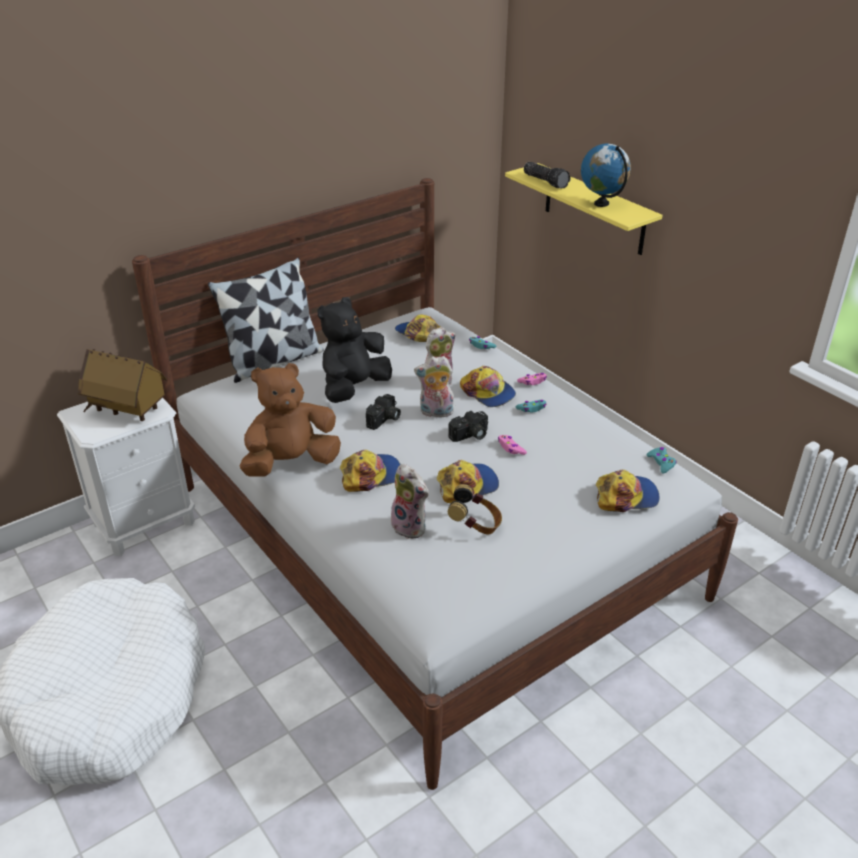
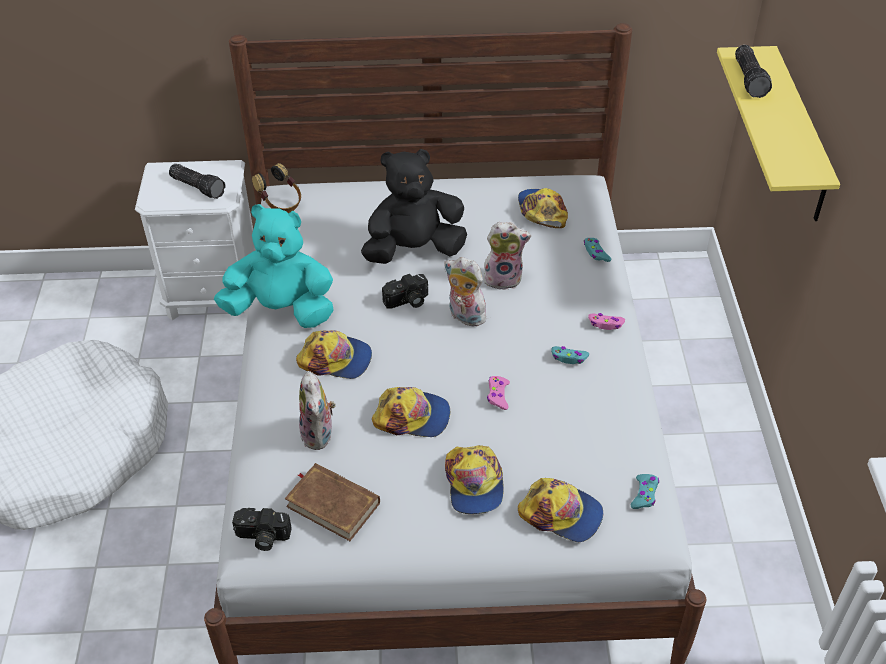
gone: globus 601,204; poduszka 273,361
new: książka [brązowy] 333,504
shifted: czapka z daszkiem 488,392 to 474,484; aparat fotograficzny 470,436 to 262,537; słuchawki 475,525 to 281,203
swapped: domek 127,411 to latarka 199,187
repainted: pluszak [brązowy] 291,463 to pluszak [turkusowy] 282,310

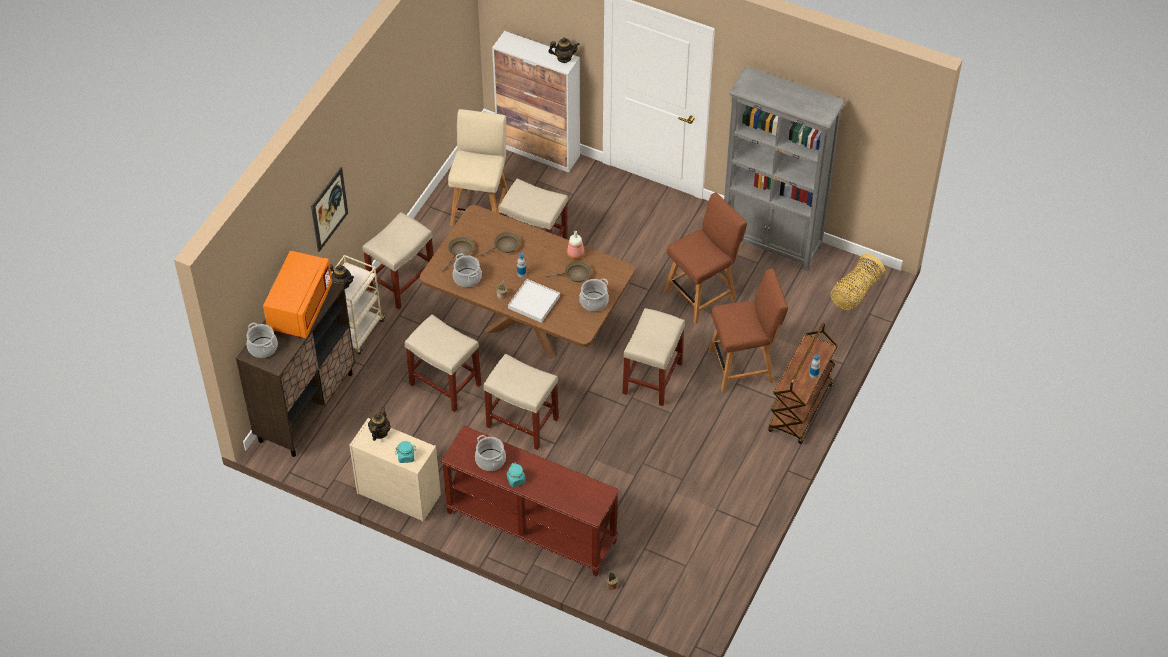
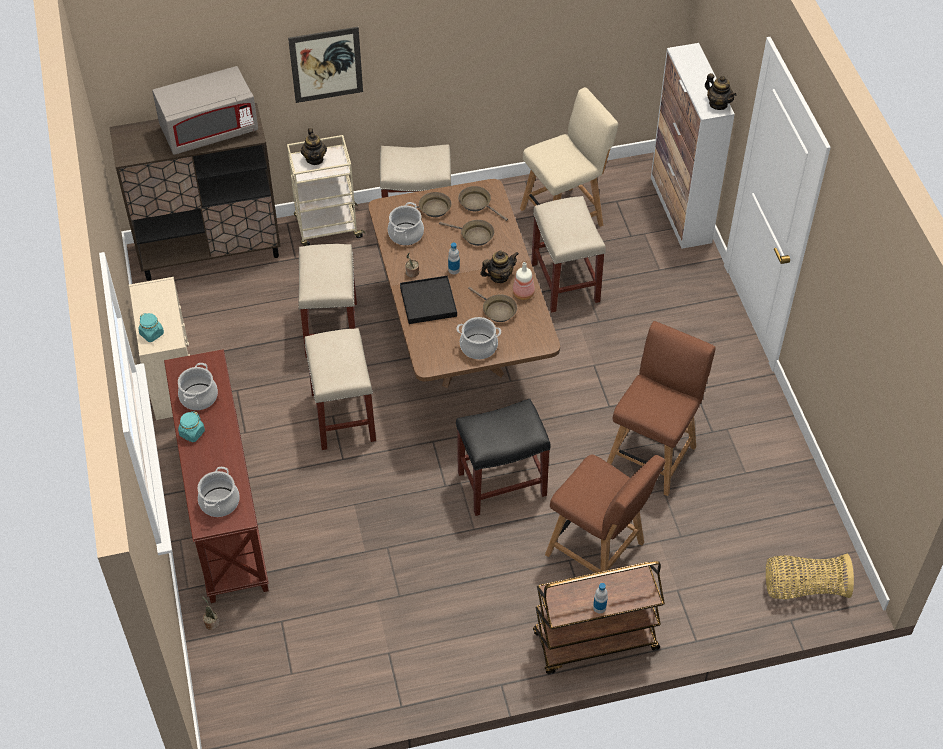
gone: regał [szary] 772,242
new: patelnia [brązowy] 477,204
shifted: garnek 262,347 to 219,502; imbryk 379,433 to 499,276
repainted: mikrofalówka [pomarańczowy] 300,308 to mikrofalówka [szary] 209,131; taca [biały] 534,302 to taca [czarny] 428,302; stołek [beżowy] 652,379 to stołek [czarny] 500,484
rotated: krzesło [brązowy] 702,294 = 653,453 75 degrees counterclockwise

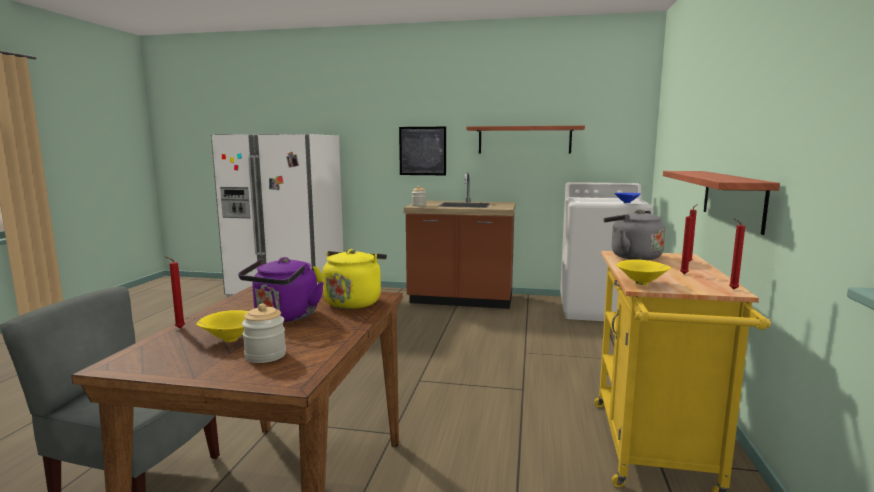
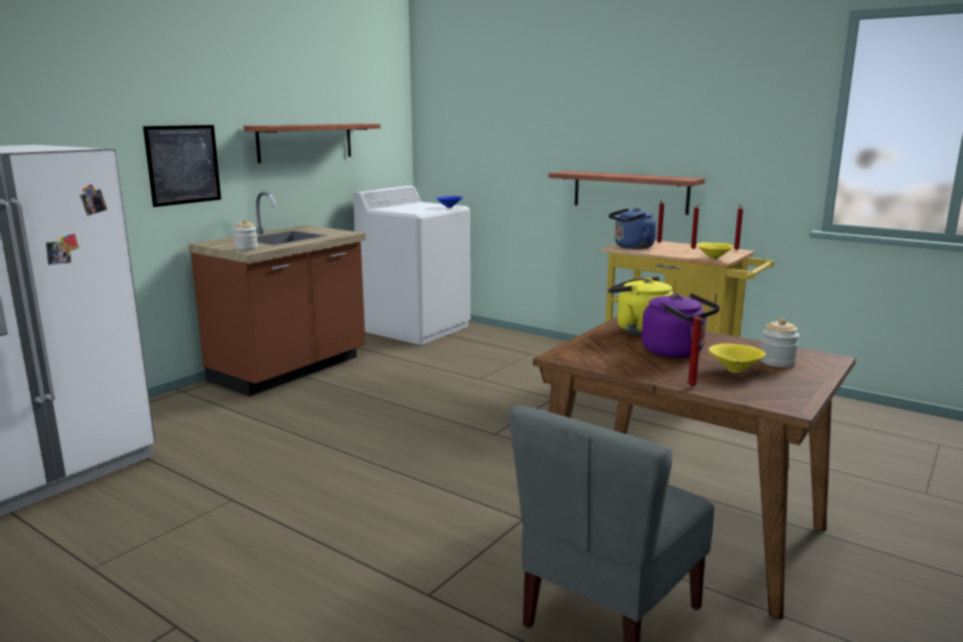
repainted: czajnik [szary] 632,256 to czajnik [niebieski] 631,247

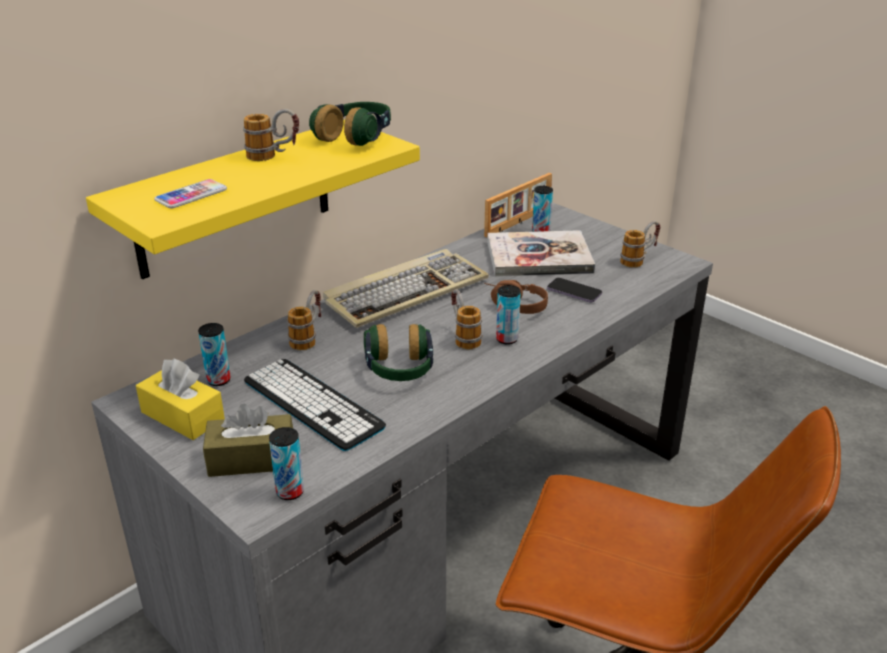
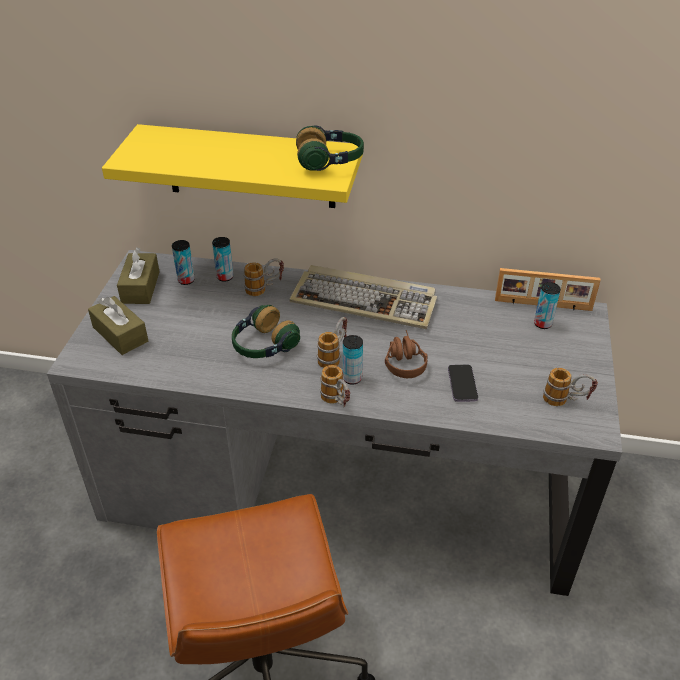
gone: telefon 191,195; książka 539,257; klawiatura 312,404
shifted: kubek 274,156 to 337,402; puszka 290,492 to 225,277
repainted: pudełko chusteczek [żółty] 182,416 to pudełko chusteczek [brązowy] 140,287

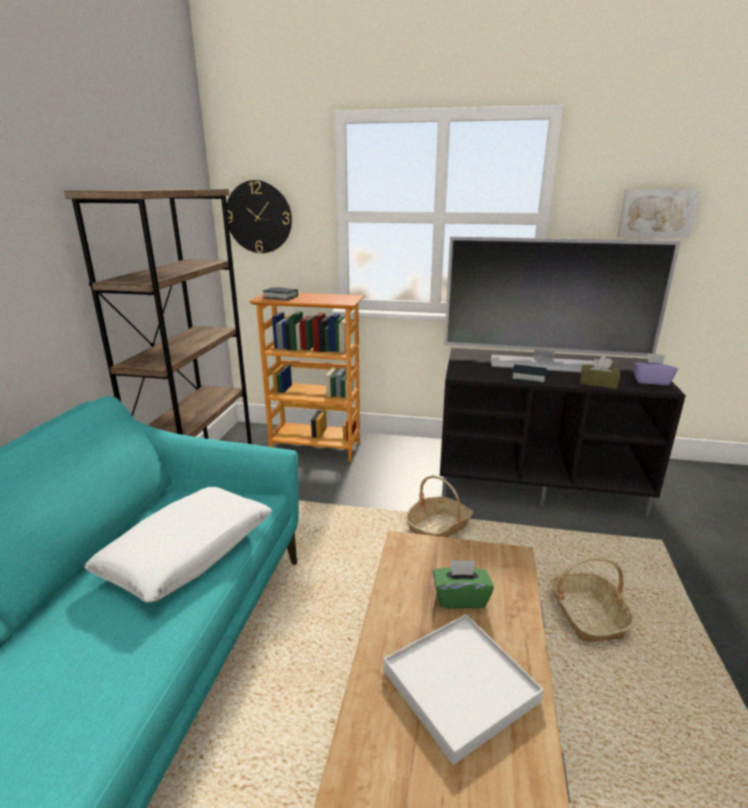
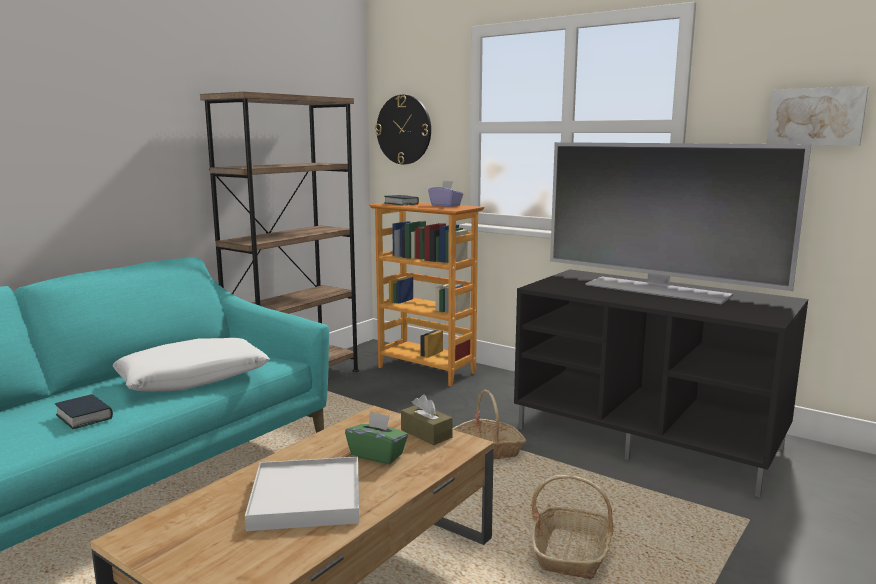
shifted: pudełko chusteczek [fioletowy] 651,381 to 445,205; pudełko chusteczek [brązowy] 598,383 to 426,433; książka 528,377 to 84,417

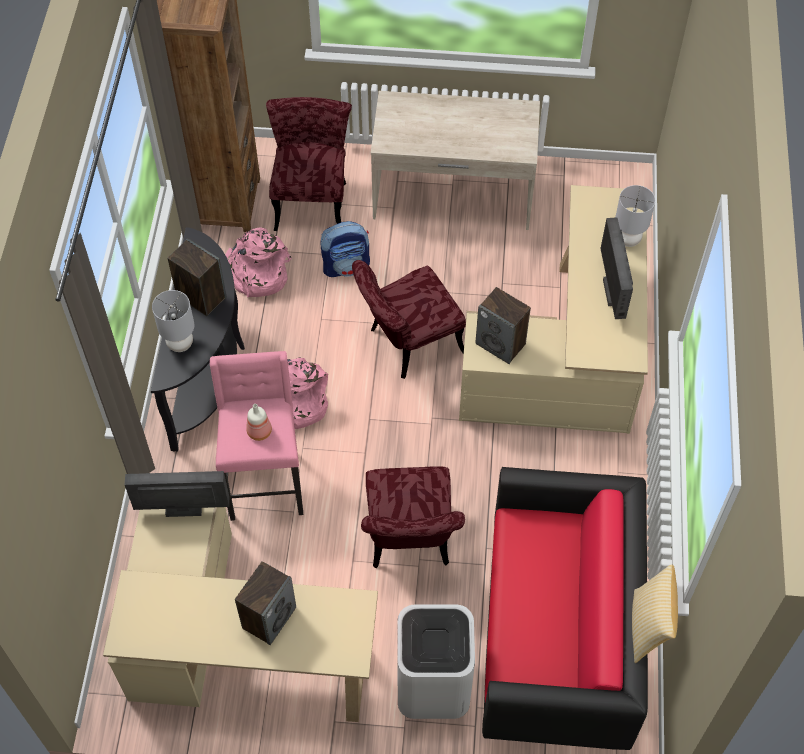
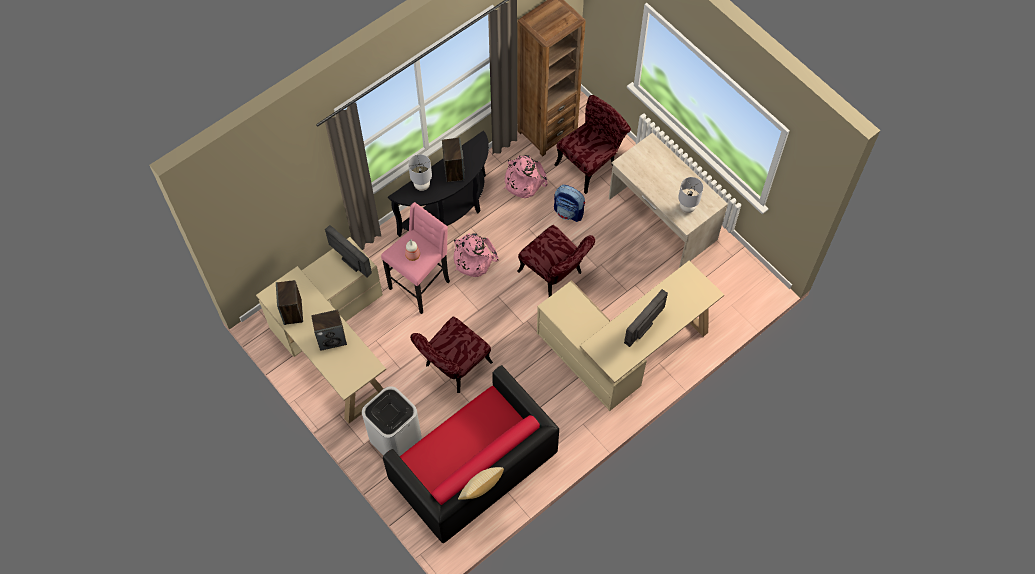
shifted: lampa stołowa [szary] 628,240 to 687,208; głośnik 501,344 to 293,312
rotated: krzesło [czerwony] 407,344 = 555,276 150 degrees counterclockwise

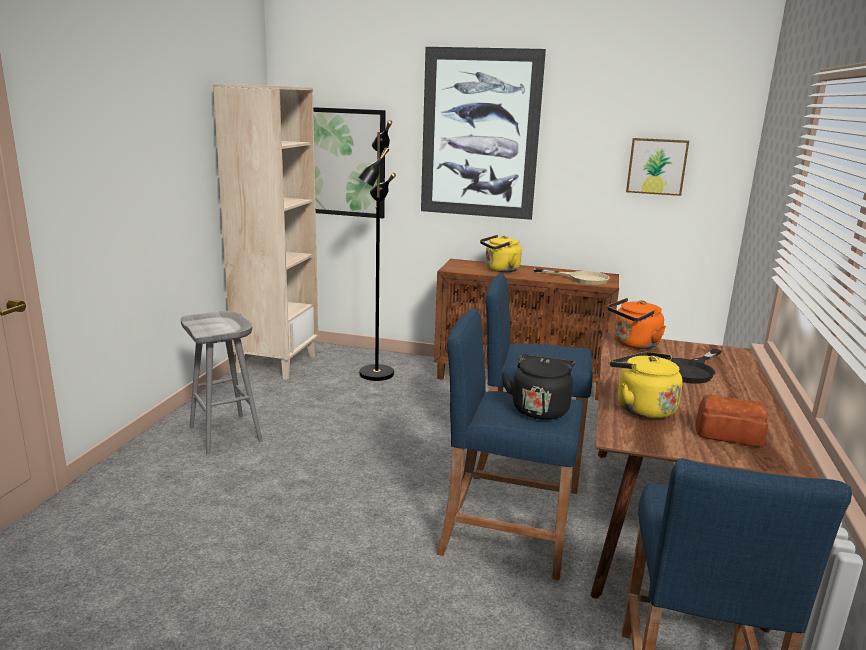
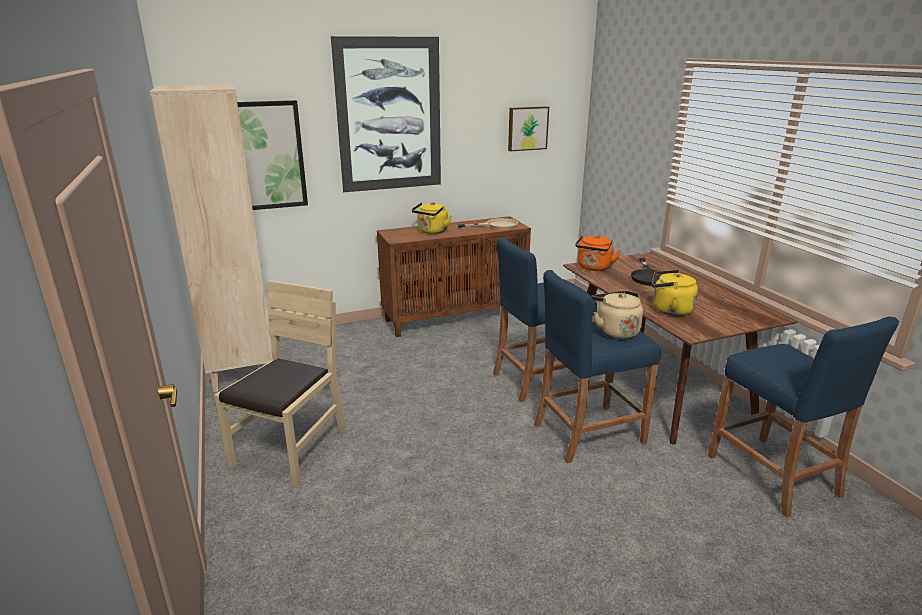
gone: lampa stojąca [czarny] 375,373; chleb 730,435
swapped: stołek [szary] 226,434 to krzesło [beżowy] 291,449
repainted: czajnik [czarny] 539,409 to czajnik [beżowy] 615,331

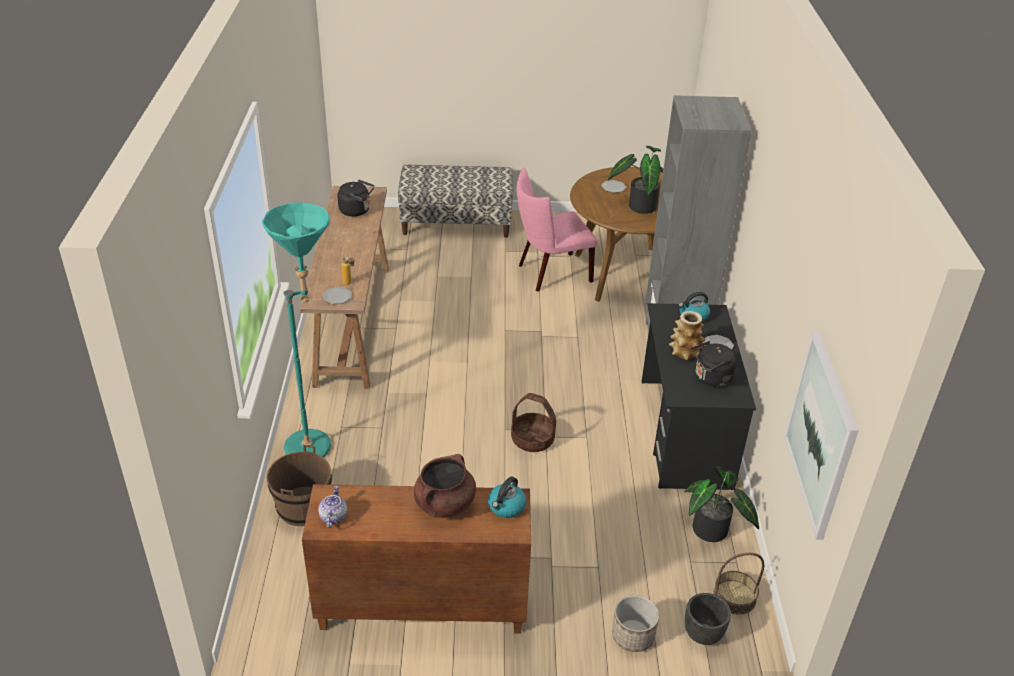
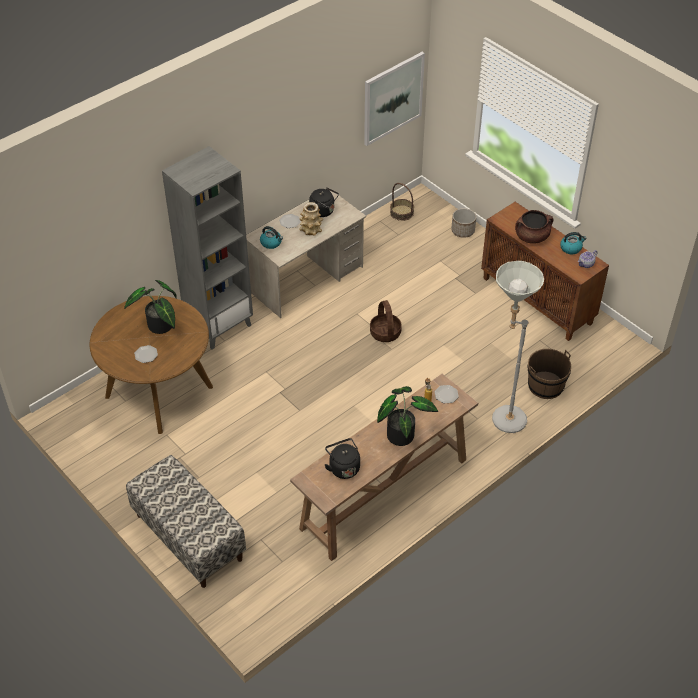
gone: krzesło [różowy] 550,273; donica [czarny] 703,635
shifted: roślina doniczkowa 712,533 to 402,433; czajnik 506,507 to 571,248
repainted: lampa stojąca [turkusowy] 317,443 to lampa stojąca [szary] 501,418; biurko [czarny] 684,433 to biurko [beżowy] 306,279

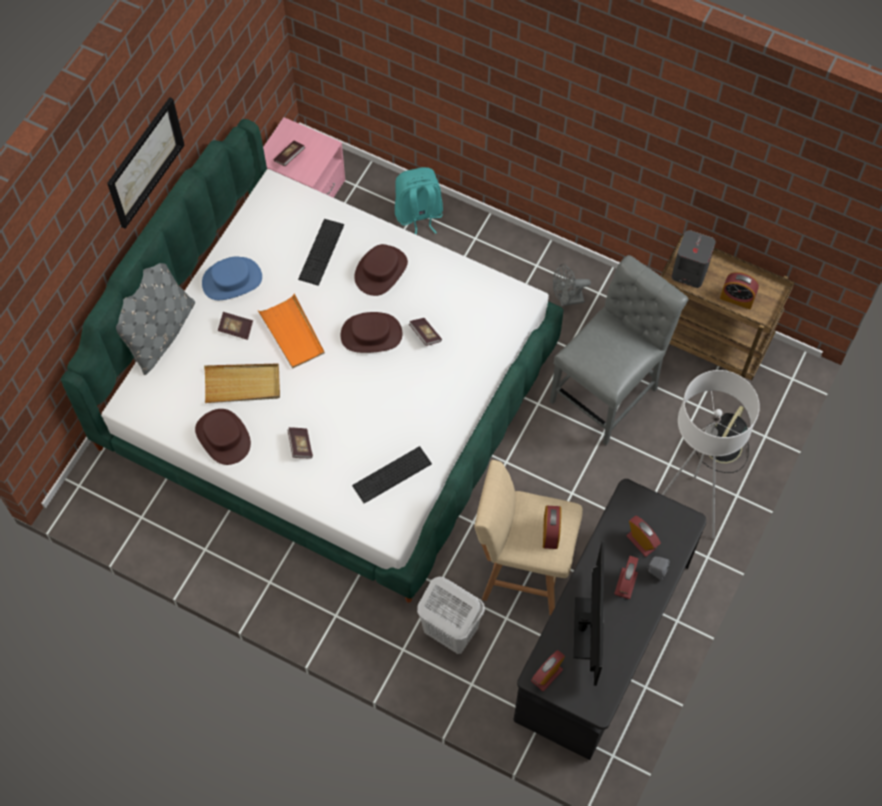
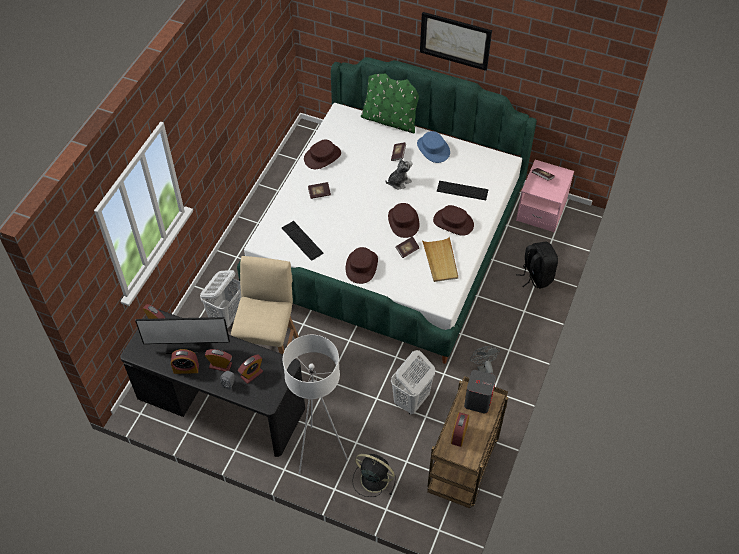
new: kapelusz [brązowy] 361,266
shifted: taca [beżowy] 242,384 to 440,261; budzik 550,532 to 186,368
swapped: krzesło [szary] 608,391 to kosz na pranie [biały] 411,400; taca [pomarańczowy] 292,333 to pluszak 398,182
repainted: plecak [turkusowy] 418,215 to plecak [czarny] 536,276; poduszka [szary] 160,334 to poduszka [zielony] 390,120

